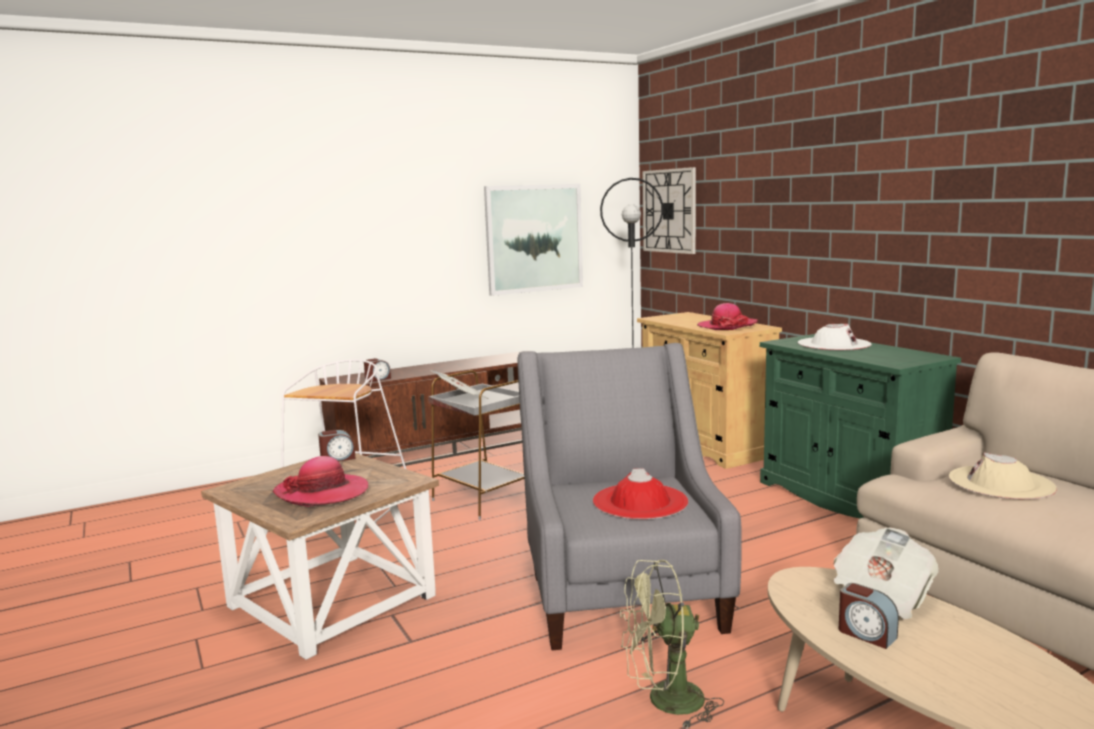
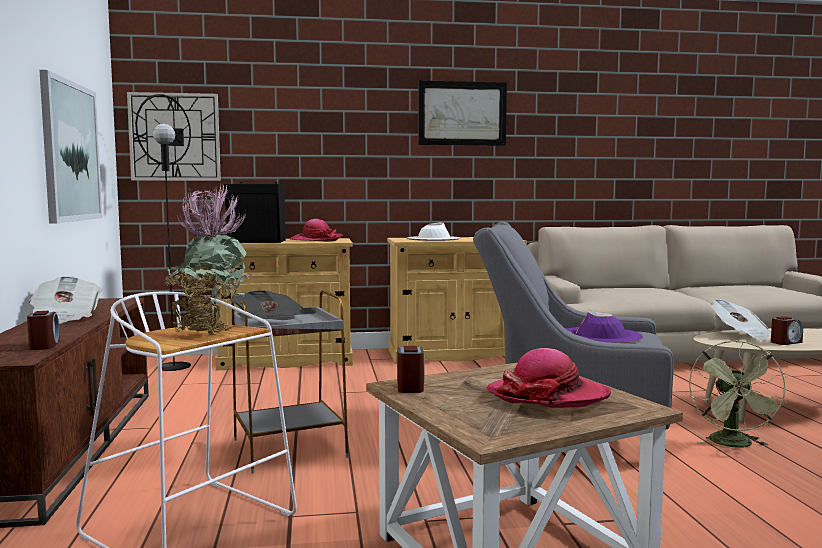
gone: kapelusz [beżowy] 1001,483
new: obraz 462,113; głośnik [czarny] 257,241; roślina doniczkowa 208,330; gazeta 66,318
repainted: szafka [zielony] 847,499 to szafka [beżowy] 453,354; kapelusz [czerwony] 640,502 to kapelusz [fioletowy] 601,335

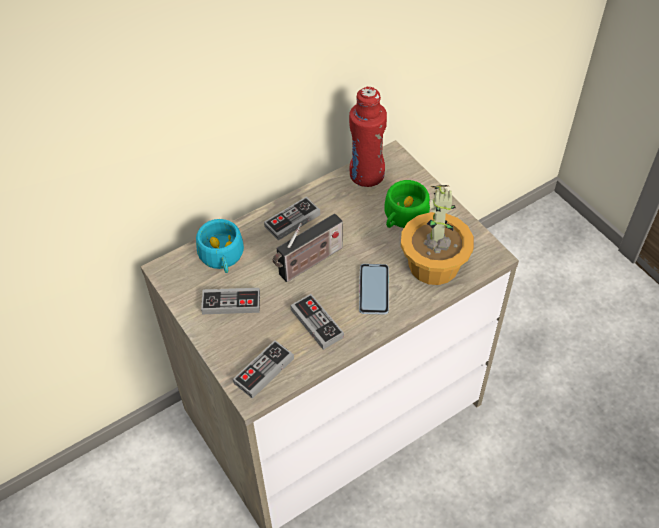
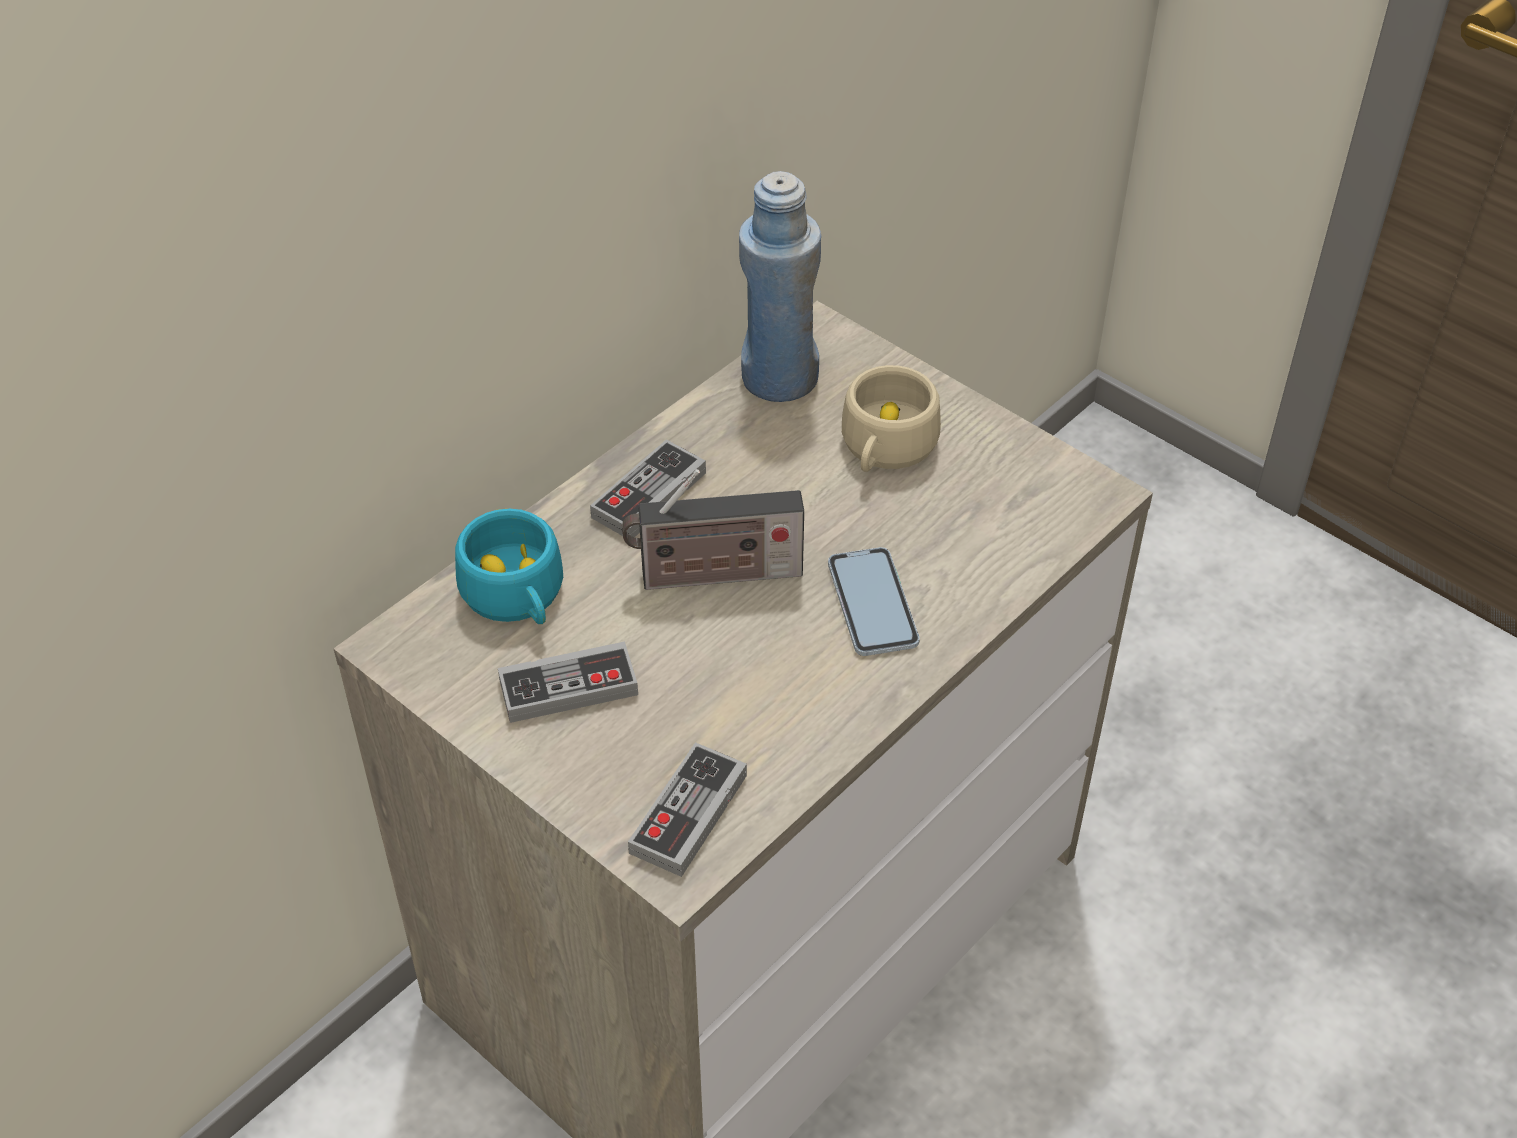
gone: roślina doniczkowa 434,265; pad do gier 317,323
repainted: butelka [czerwony] 366,175 to butelka [niebieski] 779,378; filiżanka [zielony] 403,217 to filiżanka [beżowy] 885,449
rotated: radio 308,263 = 714,575 45 degrees clockwise

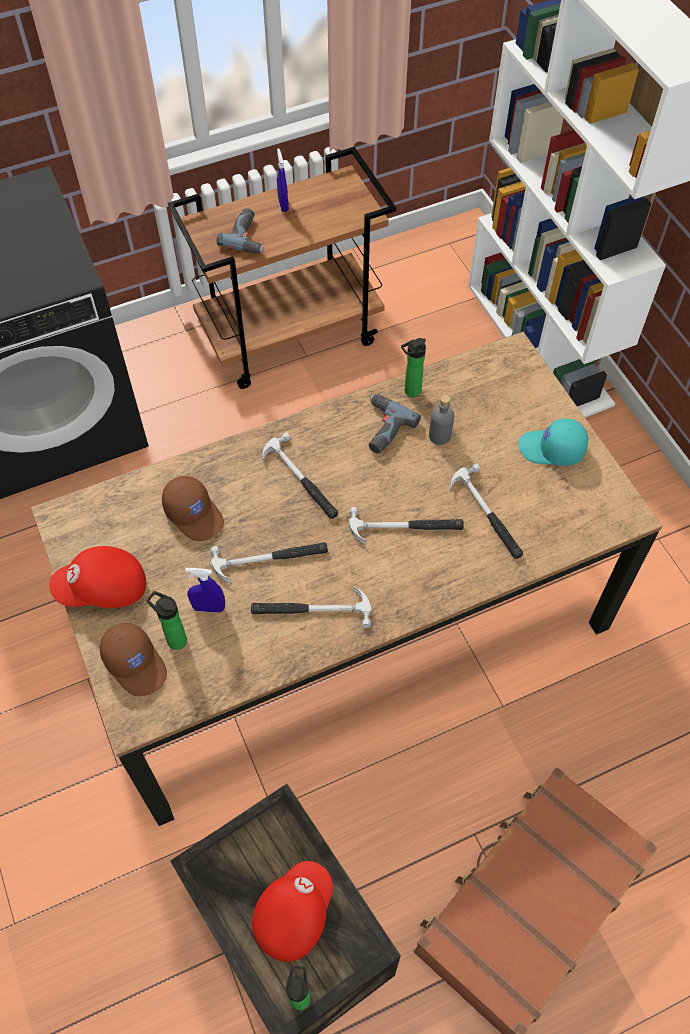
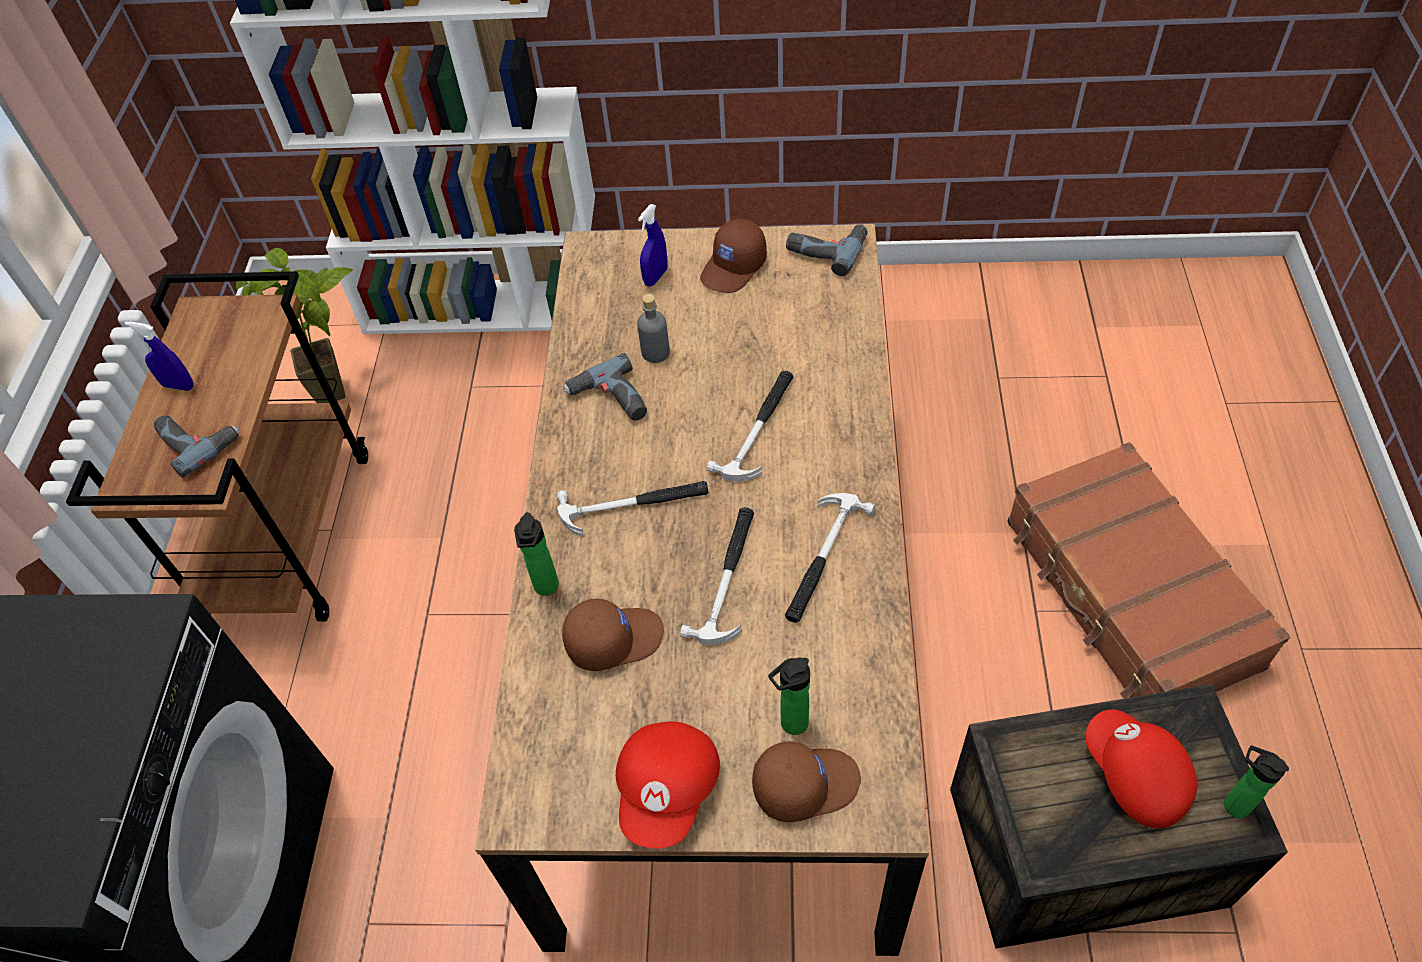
gone: młotek 487,515
new: wiertarka 826,248; roślina doniczkowa 345,392
shifted: butelka 410,392 to 546,589; spryskiwacz [niebieski] 209,608 to 655,277
repainted: czapka z daszkiem [turkusowy] 551,450 to czapka z daszkiem [brązowy] 734,268

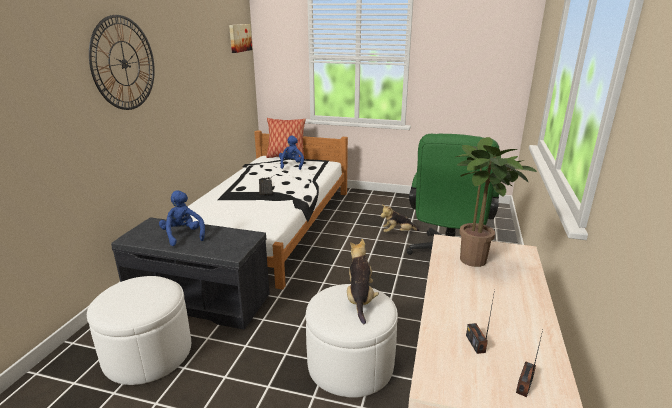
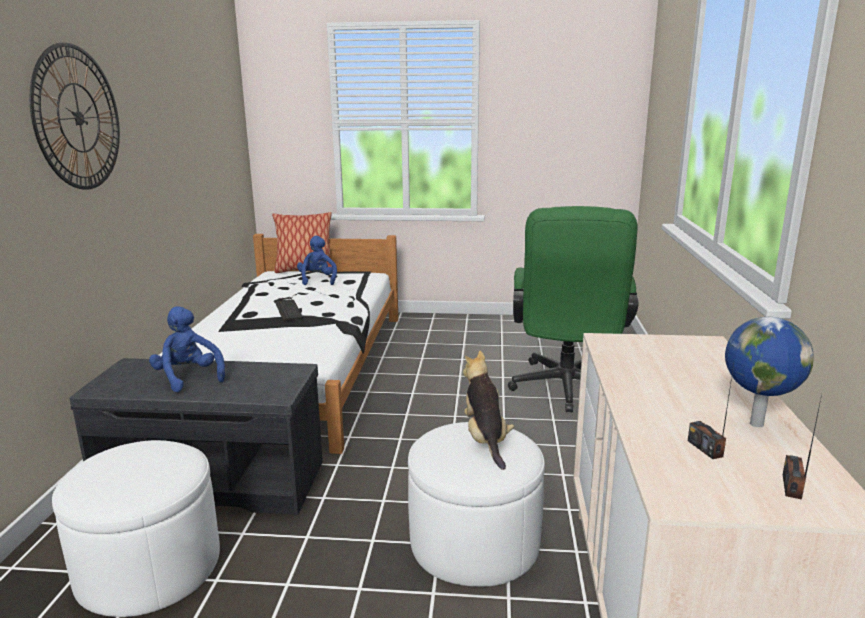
gone: obraz 239,38; roślina doniczkowa 477,262; pluszak 397,233
new: globus 754,423

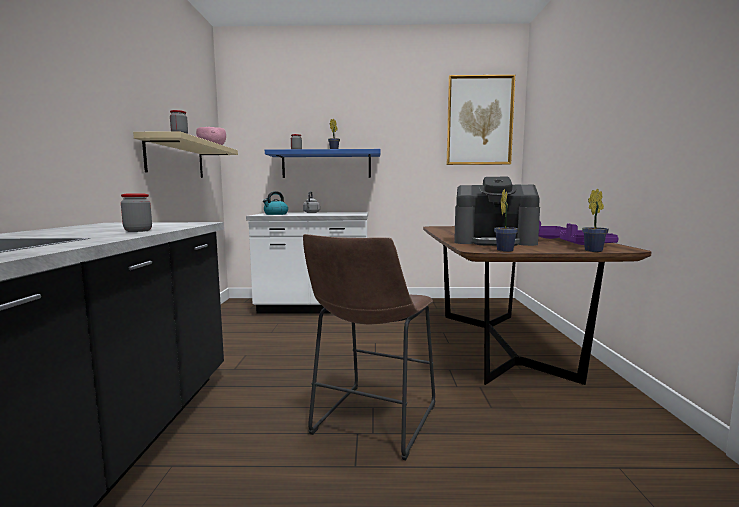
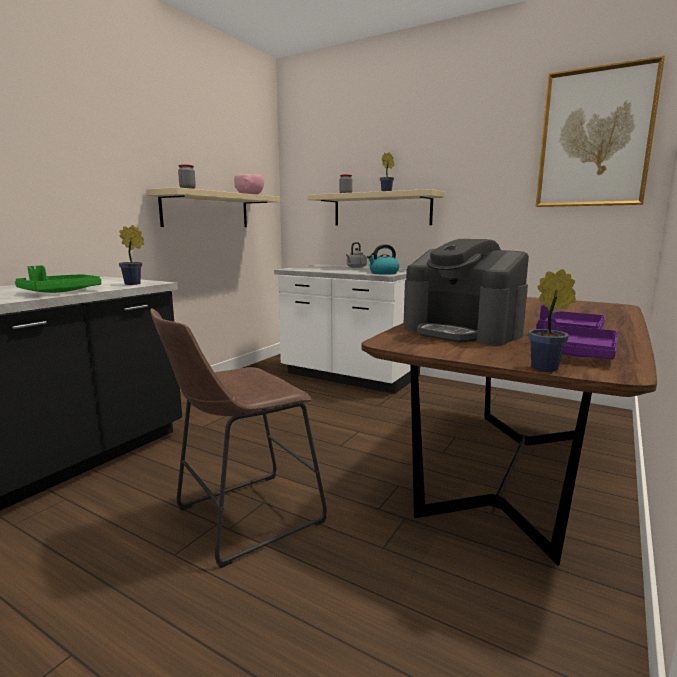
shifted: roślina doniczkowa 505,250 to 135,284; czajnik 275,214 to 383,273
swapped: słoik 138,231 to taca [zielony] 59,292
repainted: półka [niebieski] 326,165 to półka [beżowy] 381,209

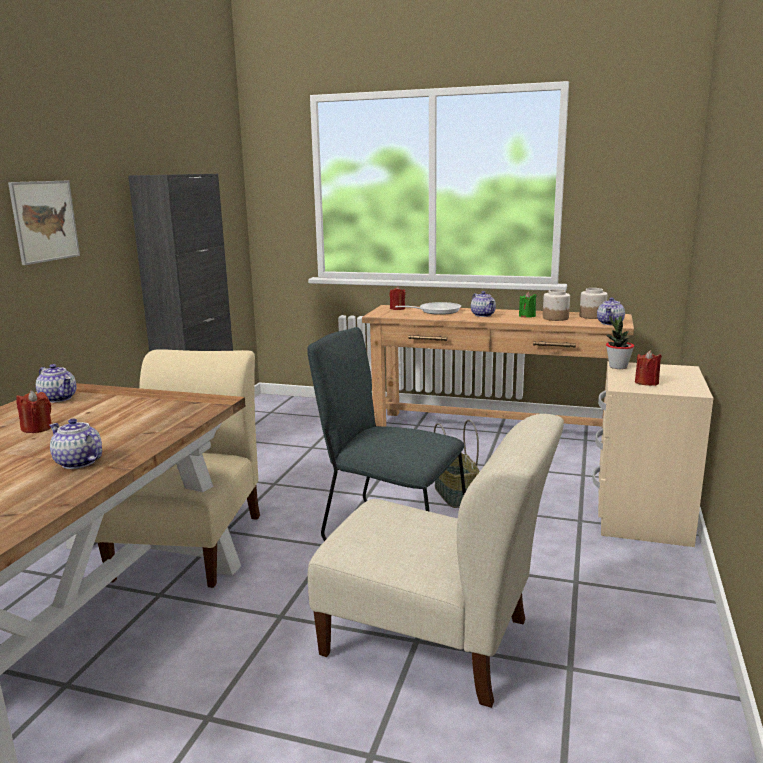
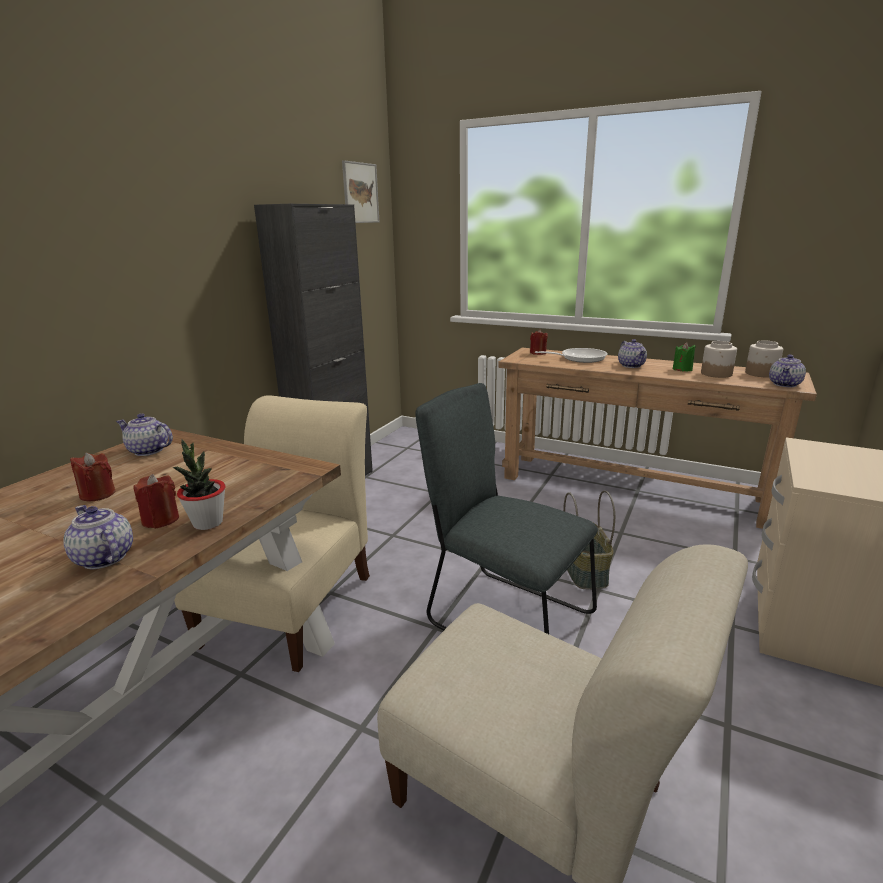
shifted: obraz 44,221 to 360,193; roślina doniczkowa 618,367 to 207,523; świeca [czerwony] 646,383 to 161,520
rotated: imbryk 59,398 = 147,451 150 degrees clockwise

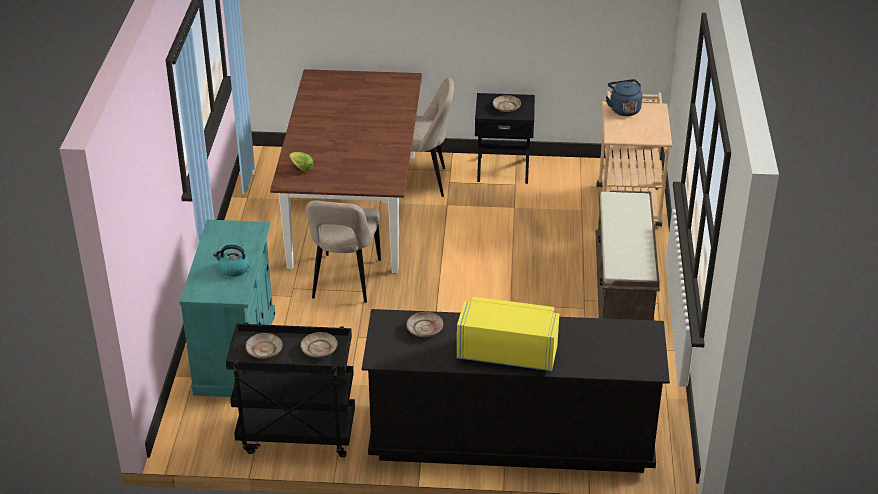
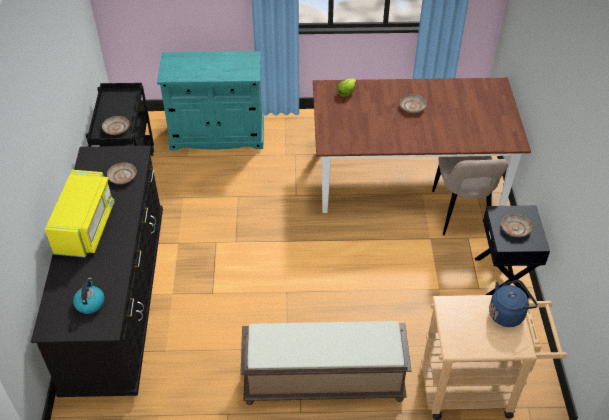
gone: krzesło [beżowy] 345,281
shifted: czajnik 233,269 to 90,303; talerz [beżowy] 264,350 to 412,107

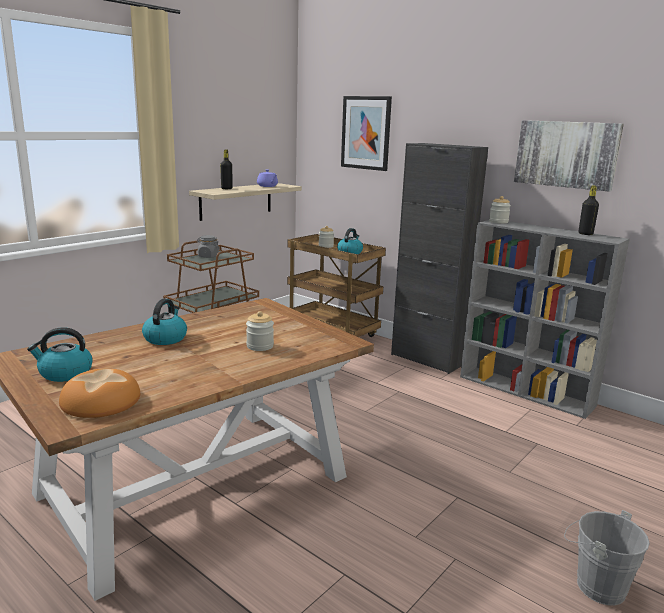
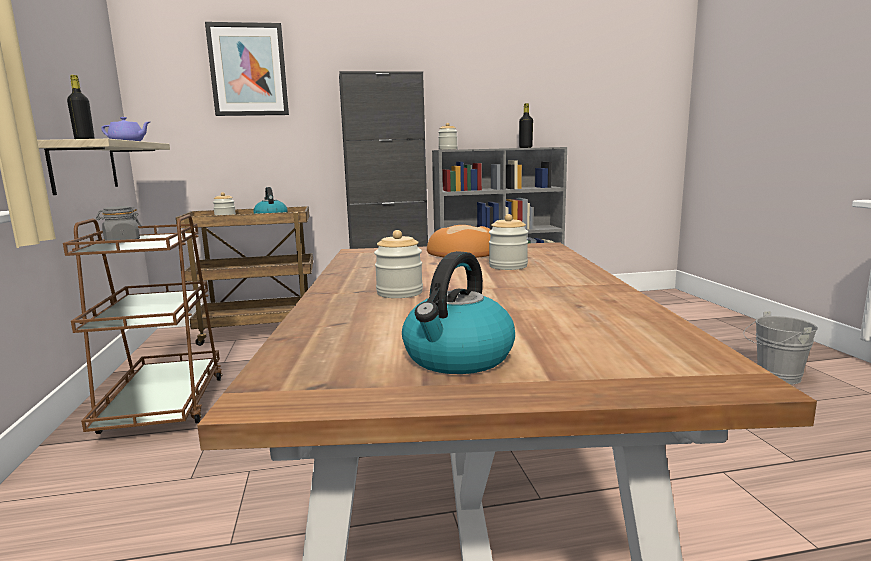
gone: obraz 566,154
shifted: chleb 100,400 to 463,252
swapped: czajnik 165,338 to słoik 399,293

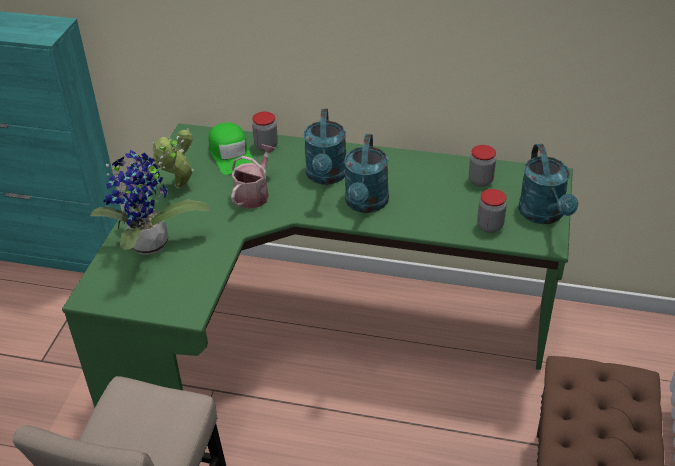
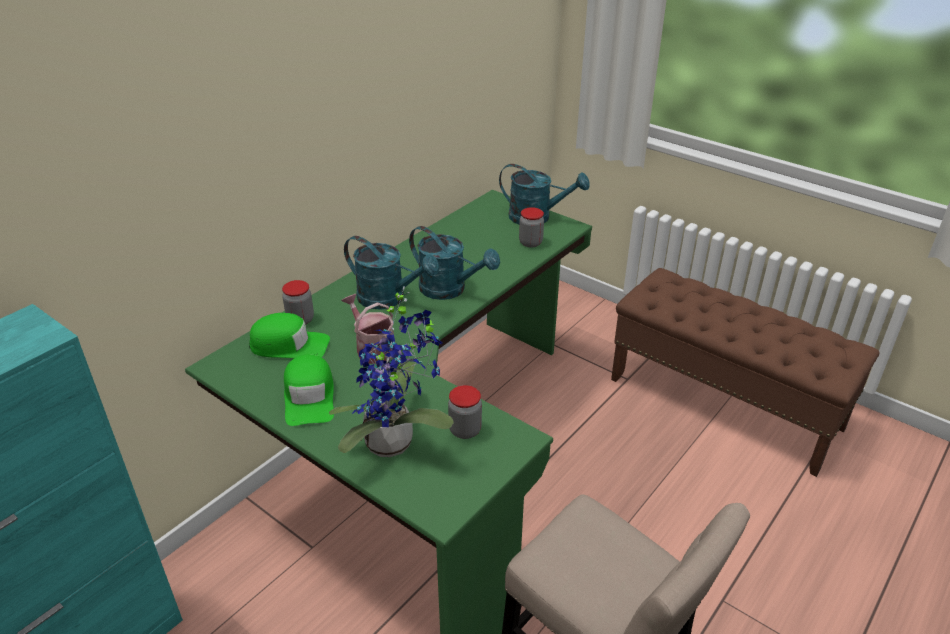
shifted: słoik 480,180 to 465,430
swapped: roślina doniczkowa 179,188 to czapka z daszkiem [zielony] 310,397

